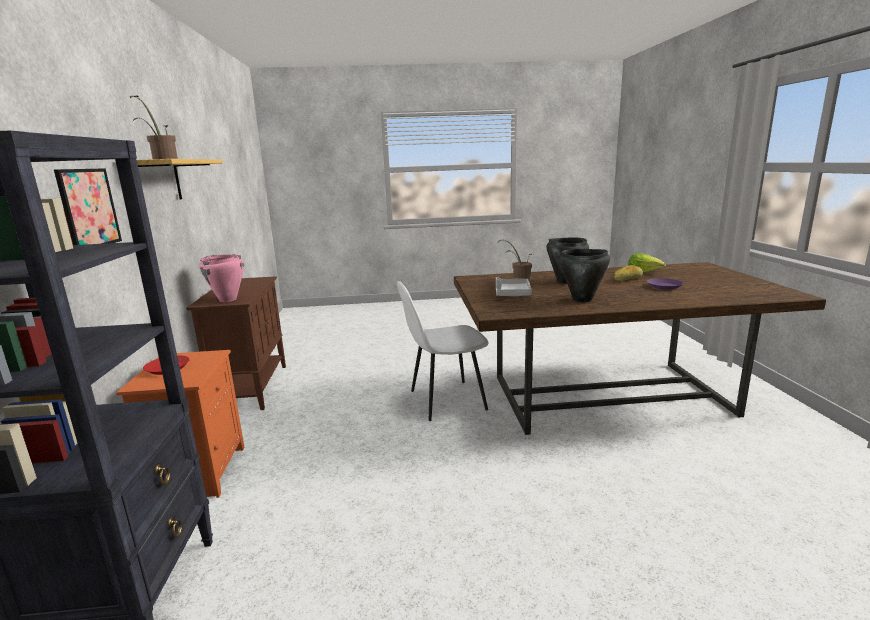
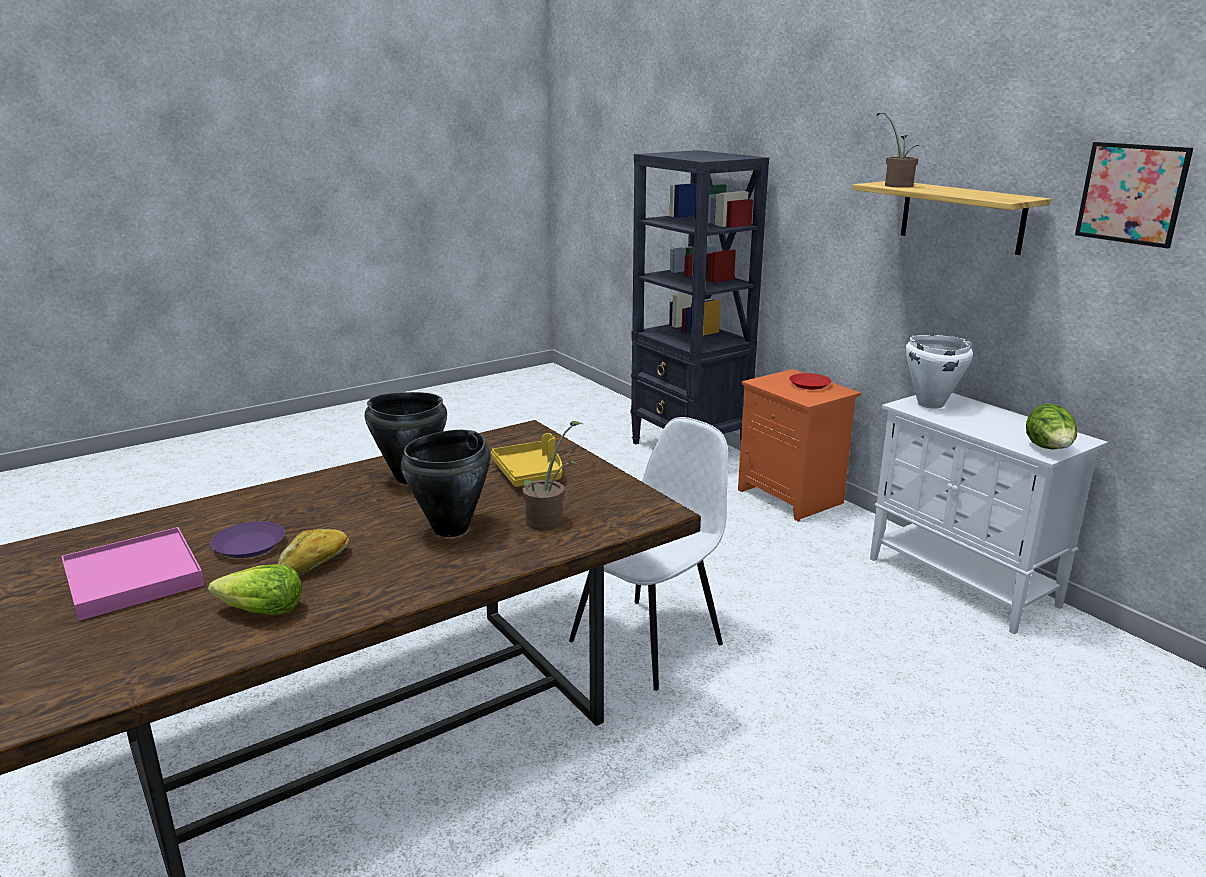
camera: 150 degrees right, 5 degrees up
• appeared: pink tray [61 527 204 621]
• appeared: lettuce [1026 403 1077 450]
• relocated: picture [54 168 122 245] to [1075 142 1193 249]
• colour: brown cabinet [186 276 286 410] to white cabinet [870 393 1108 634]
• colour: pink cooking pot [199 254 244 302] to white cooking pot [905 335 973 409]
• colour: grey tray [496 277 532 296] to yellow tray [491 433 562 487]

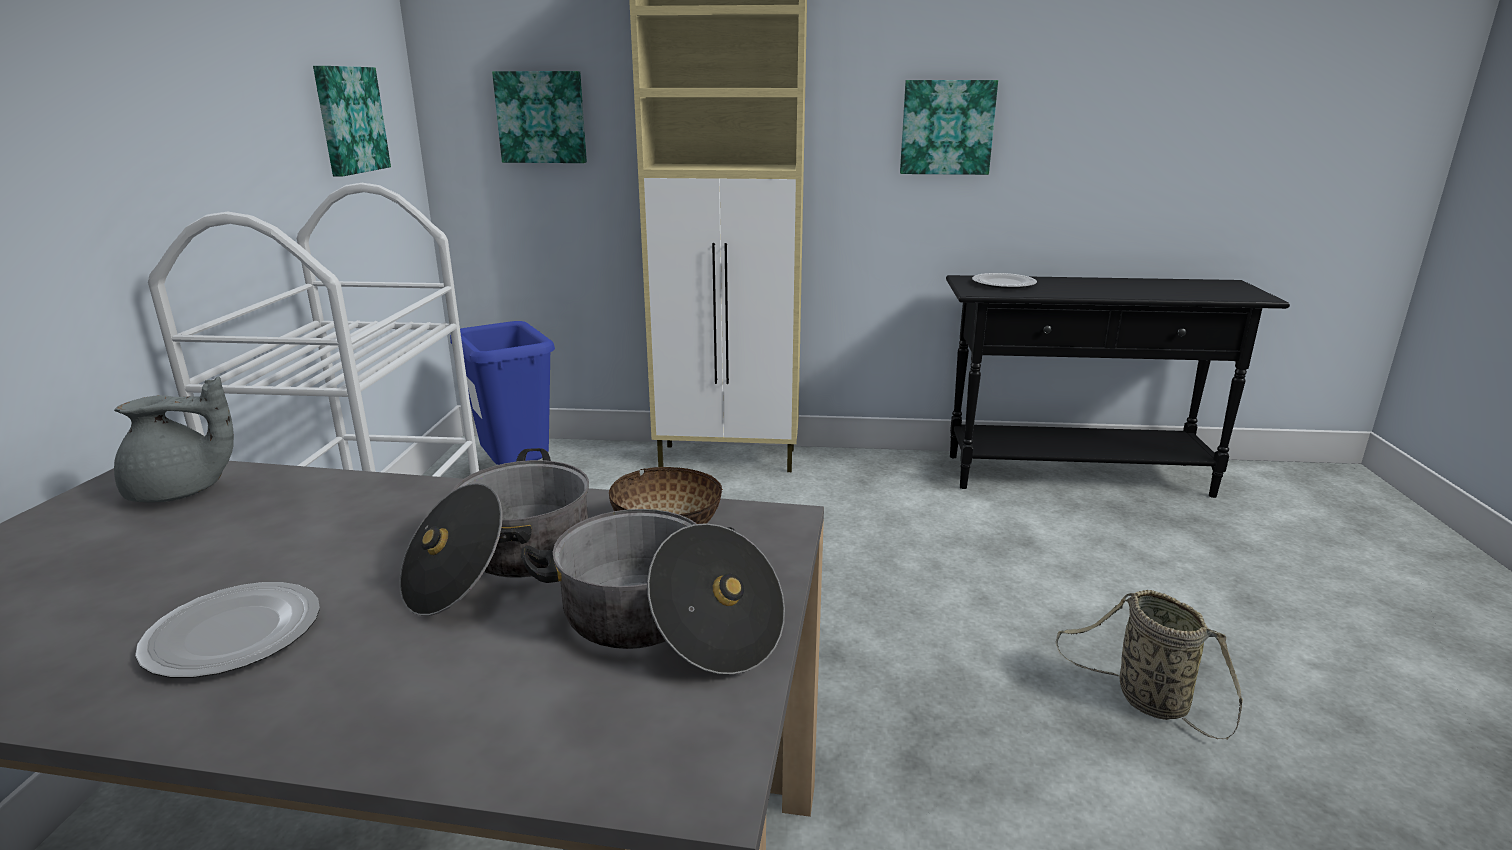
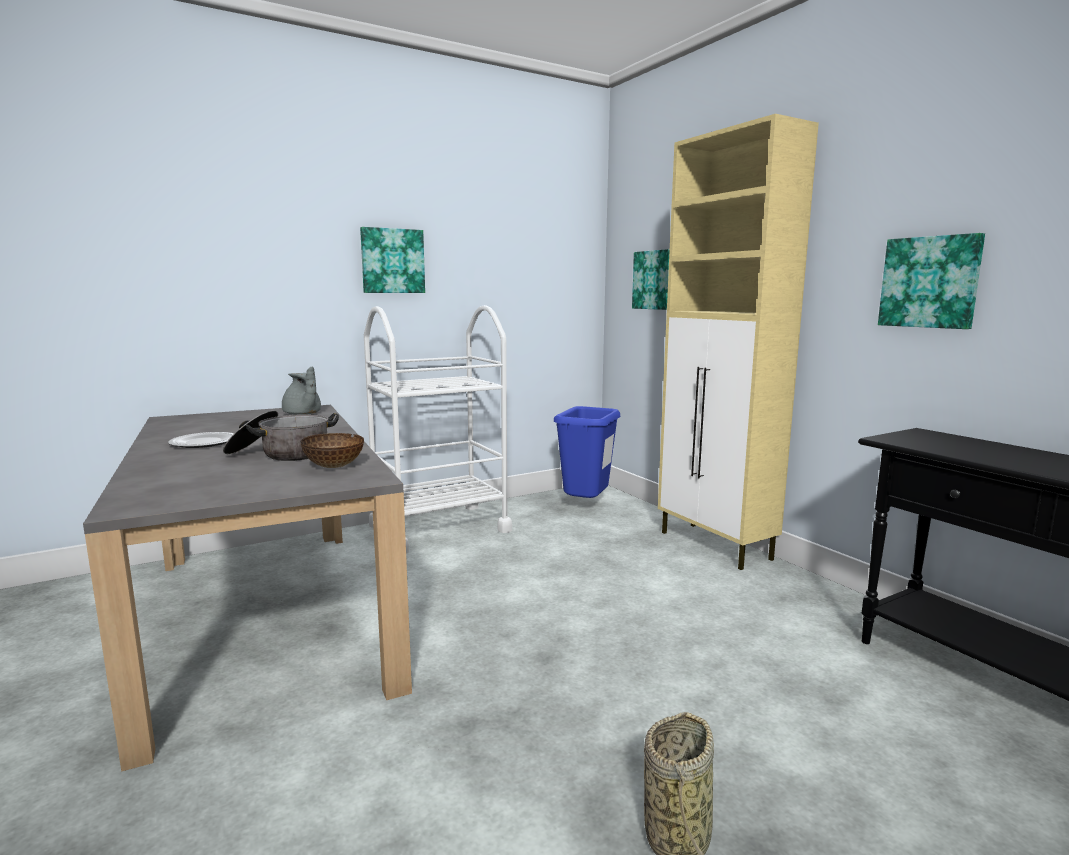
camera: 55 degrees right, 10 degrees down
• missing: cooking pot [521 509 785 675]
• missing: plate [972 273 1037 289]
• relocated: picture [313 66 391 177] to [360 227 425 293]

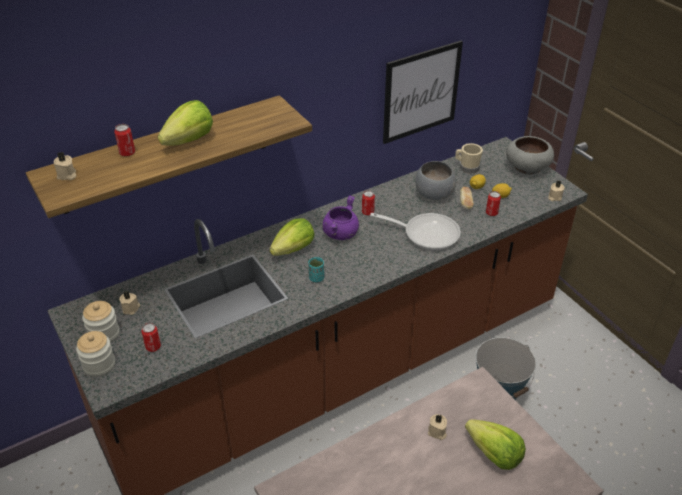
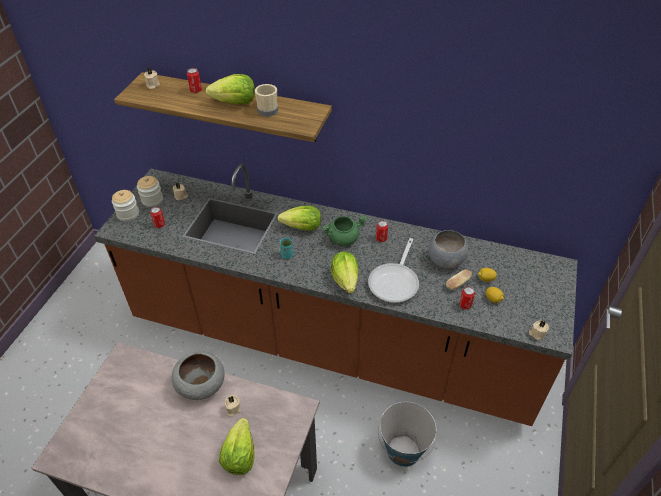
camera: 50 degrees right, 5 degrees up
• missing: picture [383 41 463 144]
• appeared: lettuce [331 251 358 294]
• relocated: beige mug [455 143 483 174] to [255 84 278 117]
• relocated: grey bowl [506 136 554 175] to [172 351 225 400]
• colour: purple cooking pot [322 195 359 240] to green cooking pot [322 215 367 246]
• spun: frying pan [370 213 461 250] = [368 238 419 303] 45 degrees clockwise

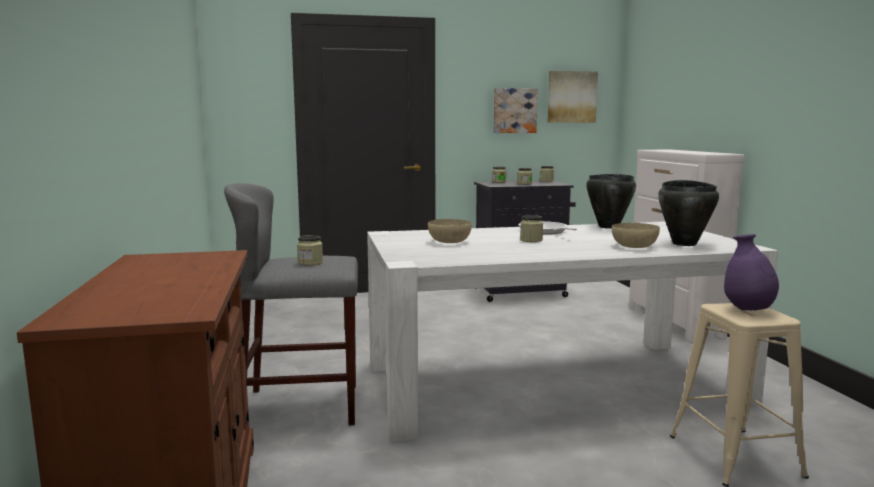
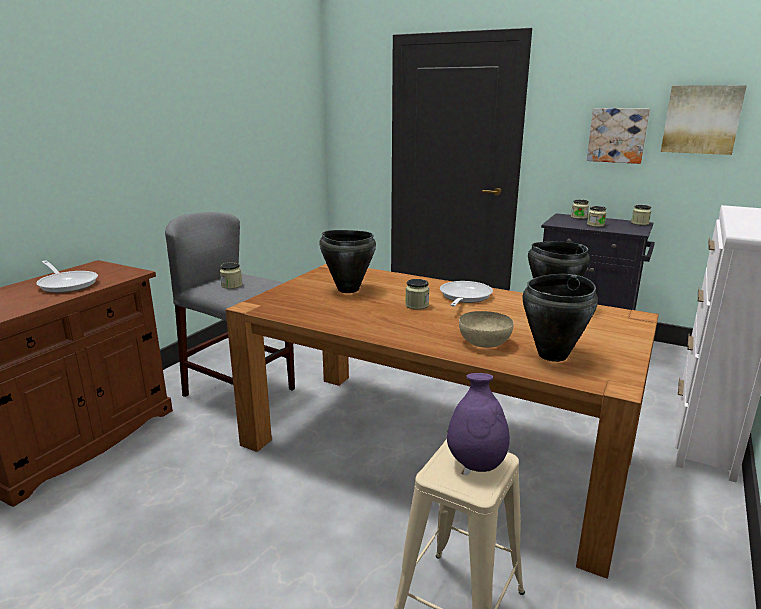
camera: 40 degrees right, 10 degrees up
• appeared: frying pan [36 261 98 293]
• exchanged: beige bowl [428 219 472 243] to black cooking pot [319 230 376 293]
• colour: white dining table [367 221 778 442] to brown dining table [226 264 659 579]

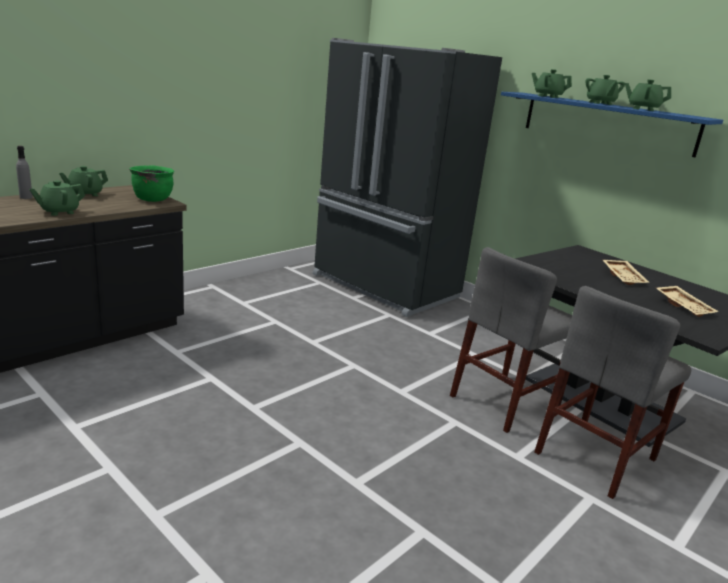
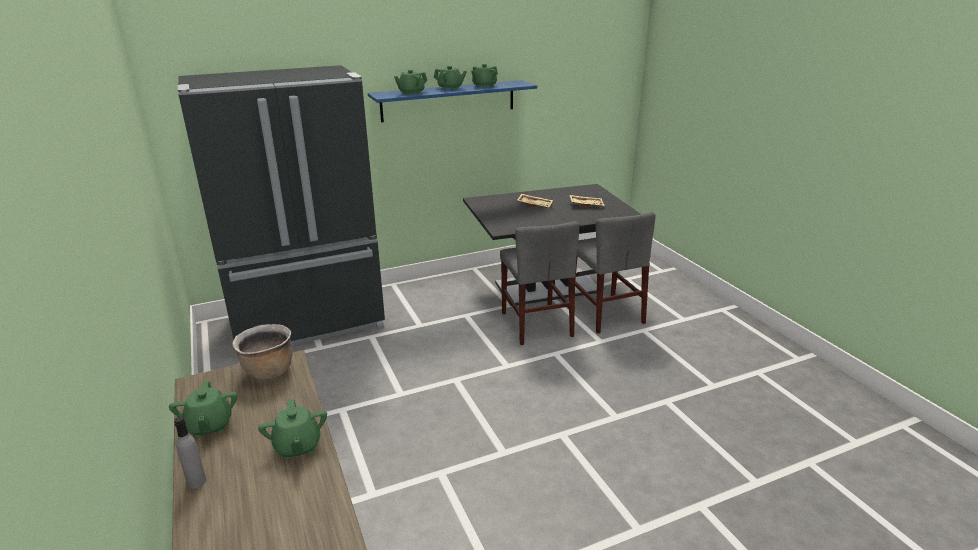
camera: 65 degrees left, 5 degrees up
• colour: green cooking pot [129 165 174 202] to brown cooking pot [233 324 292 380]

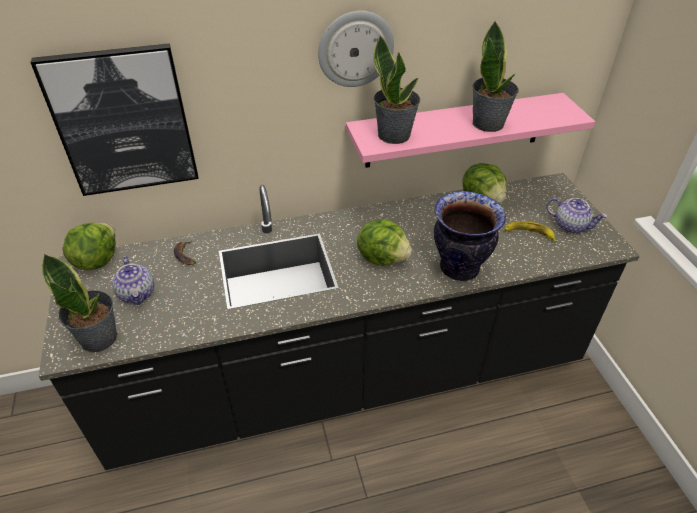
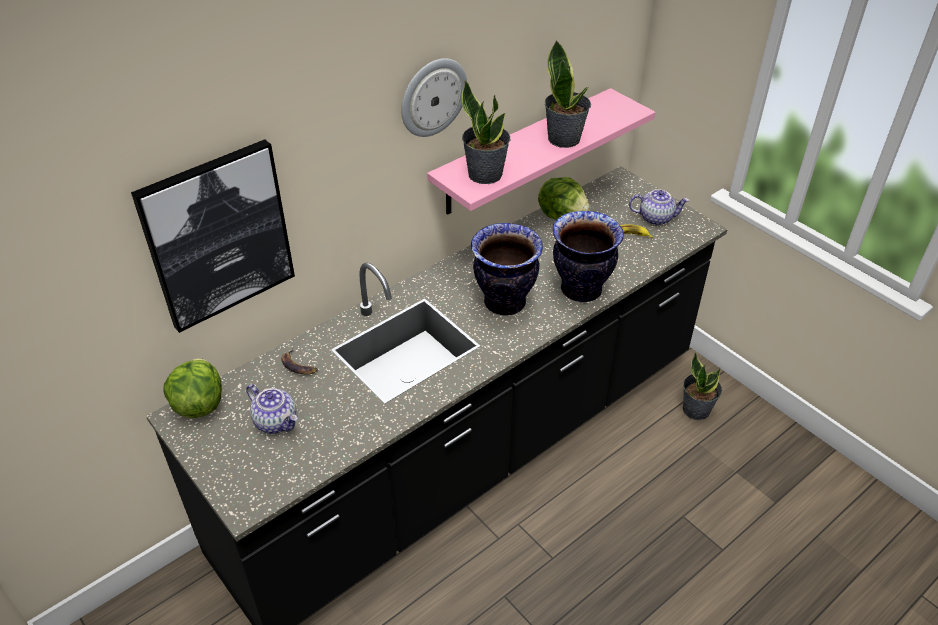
camera: 25 degrees left, 0 degrees up
• relocated: potted plant [42 254 117 353] to [683 353 722 420]
• exchanged: lettuce [357 219 412 266] to vase [471 223 543 316]

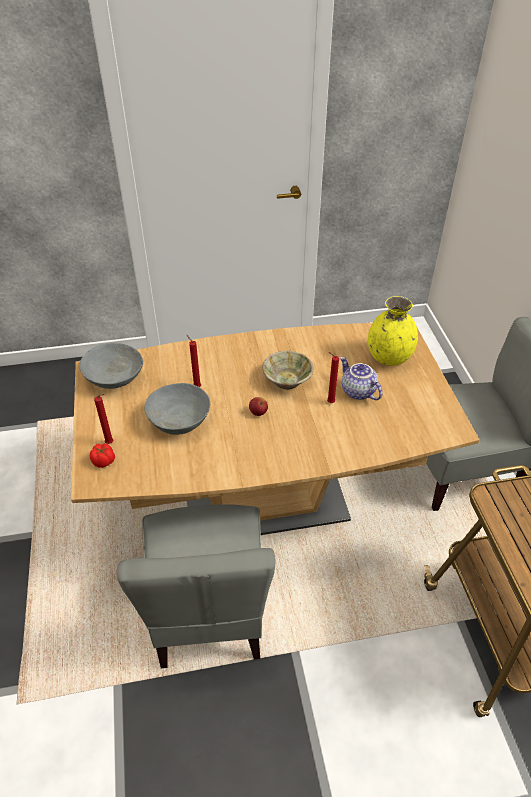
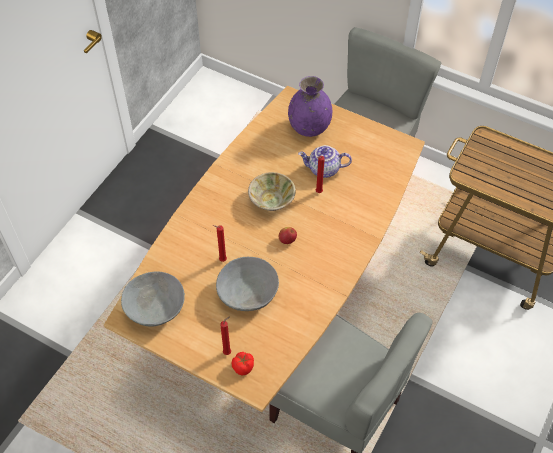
camera: 50 degrees left, 10 degrees up
• colour: yellow vase [368 296 418 366] to purple vase [288 76 332 137]

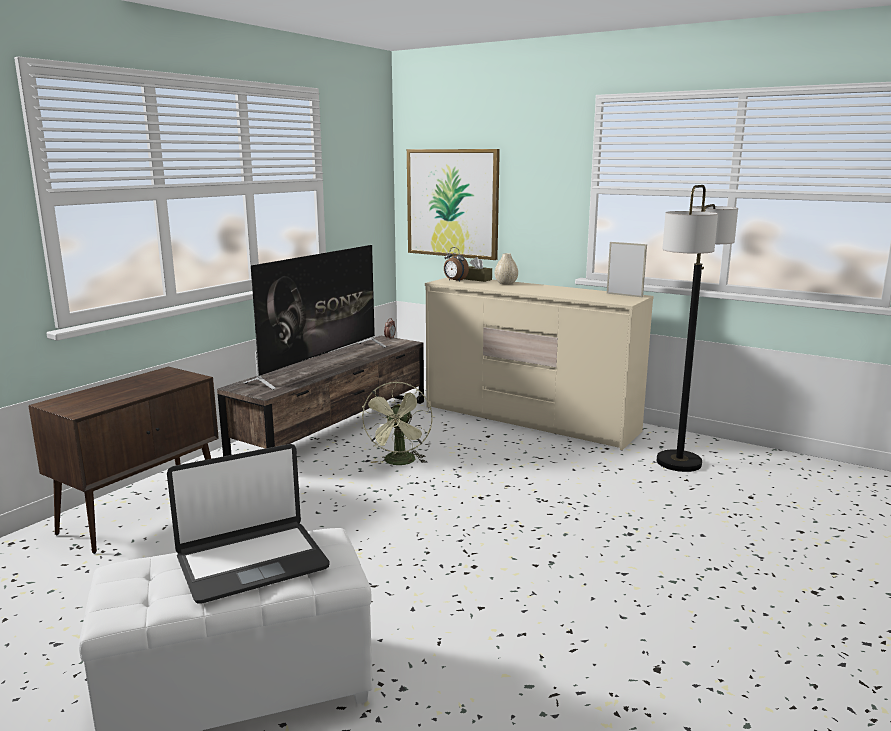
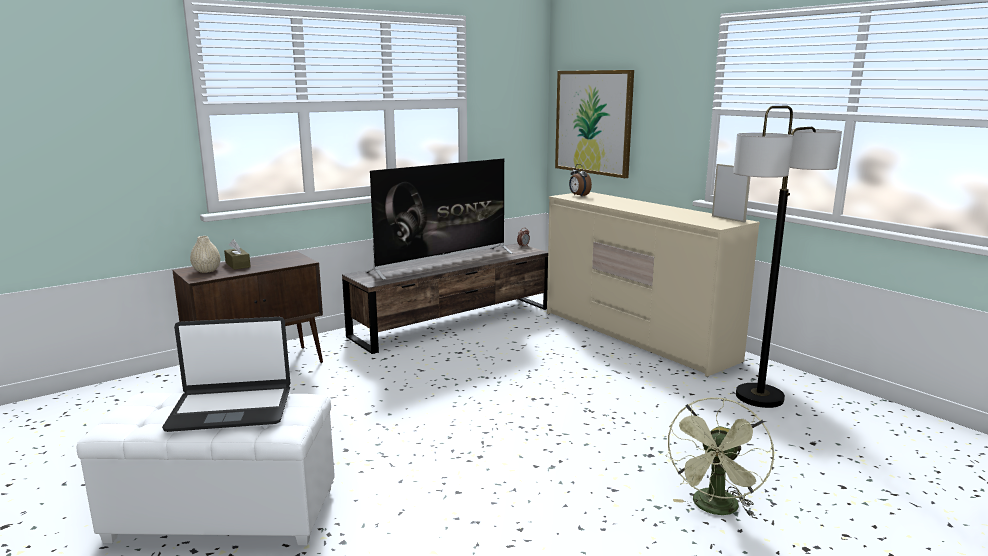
camera: 20 degrees right, 0 degrees up
• relocated: green fan [362 382 433 465] to [665 397 774 517]
• relocated: brown tissue box [465 257 492 282] to [224 239 251 270]
• relocated: beige vase [495 253 518 285] to [190 236 220 273]

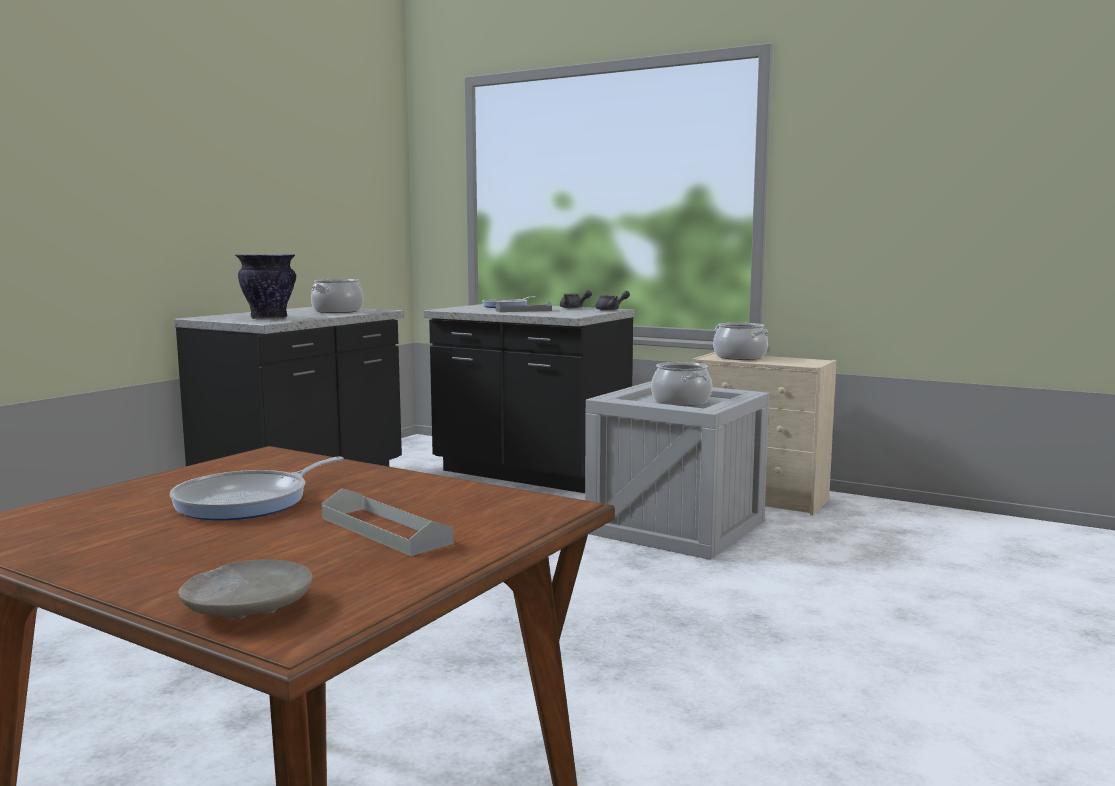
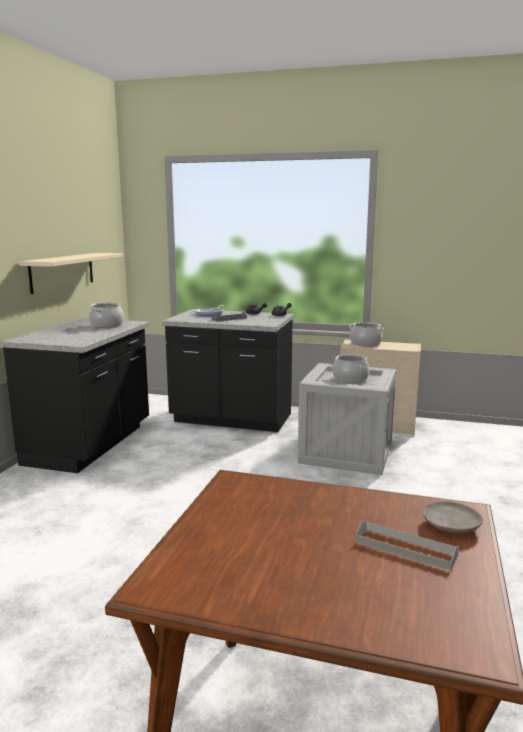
camera: 15 degrees left, 5 degrees up
• missing: frying pan [170 457 344 520]
• missing: vase [235 254 296 319]
• appeared: beige shelf [19 253 123 294]
• relocated: beige plate [178 559 313 620] to [423 501 483 533]

